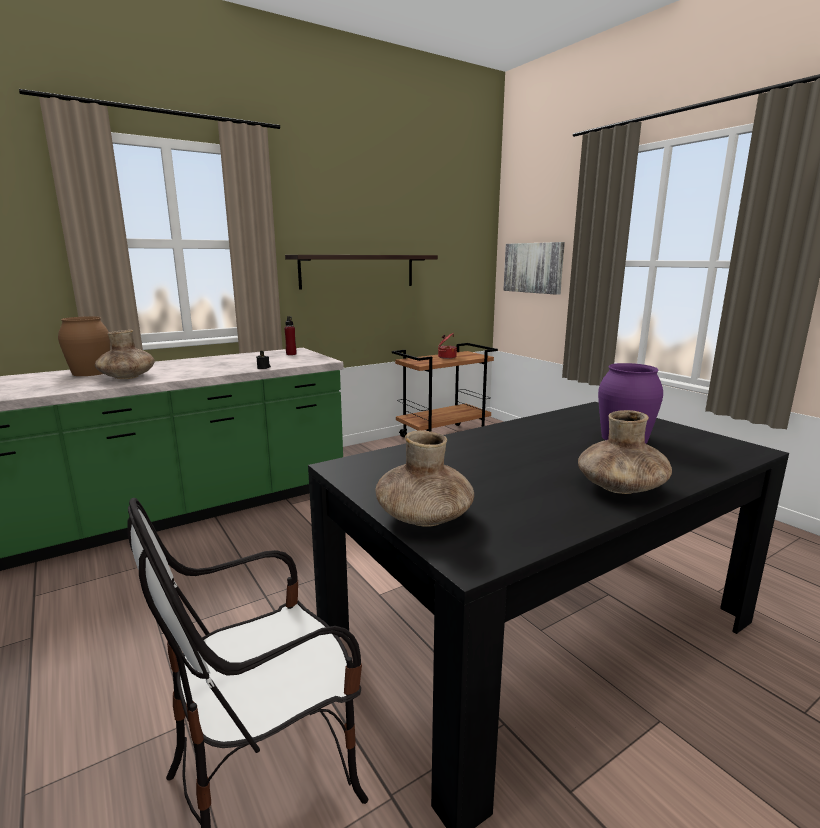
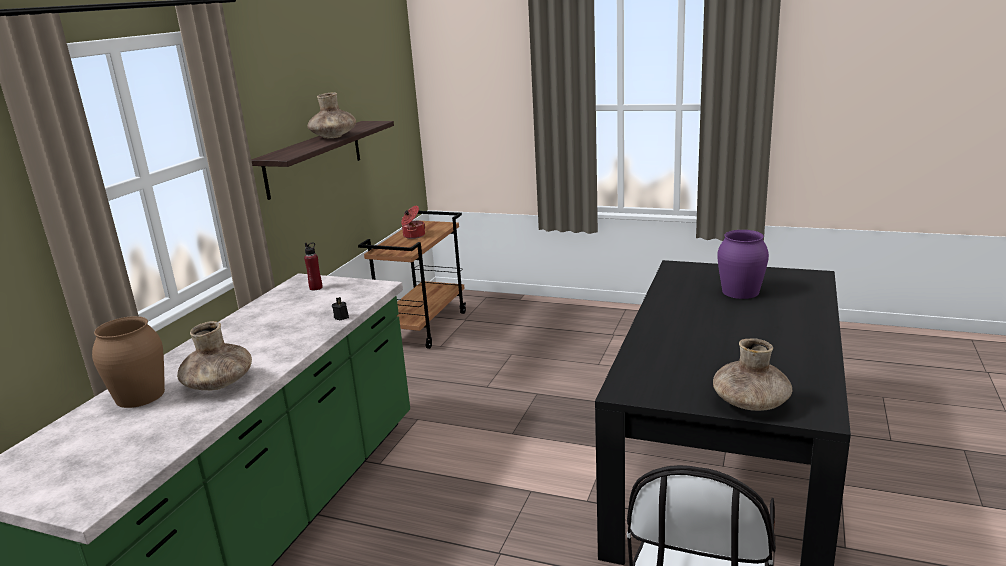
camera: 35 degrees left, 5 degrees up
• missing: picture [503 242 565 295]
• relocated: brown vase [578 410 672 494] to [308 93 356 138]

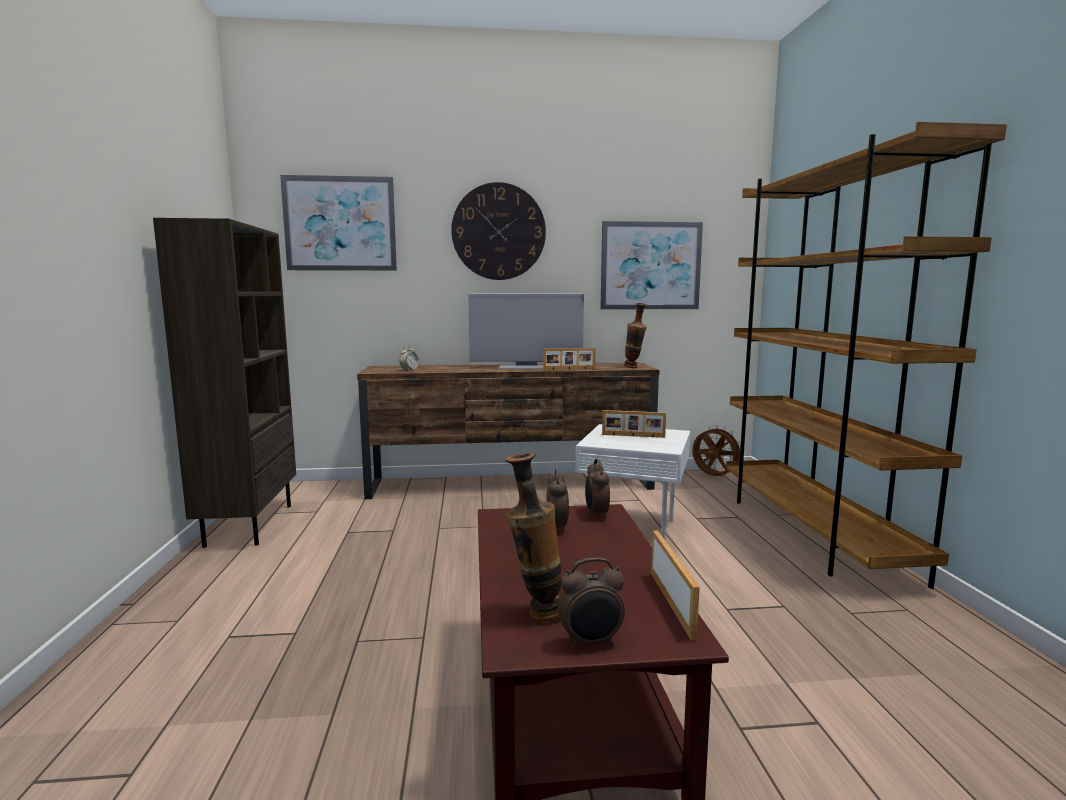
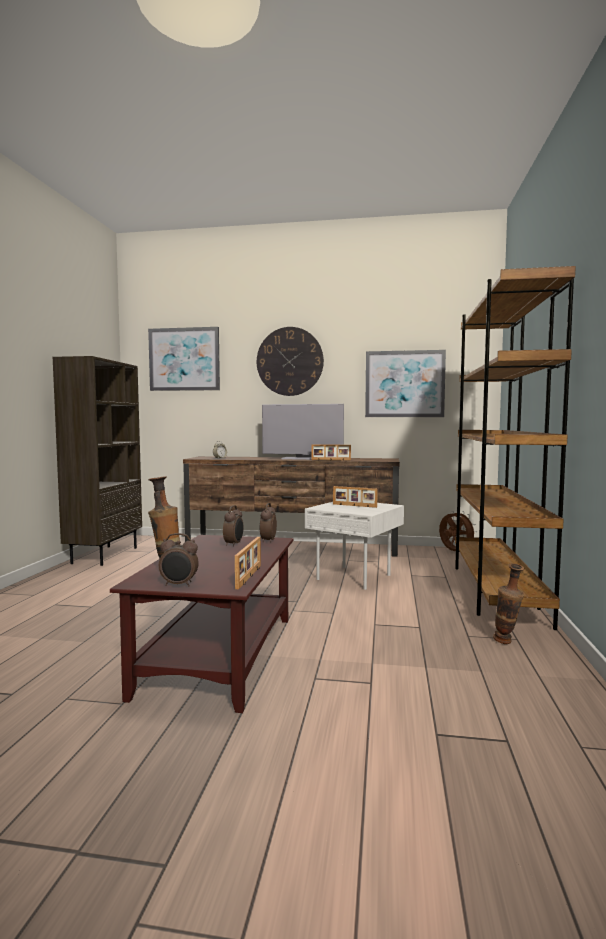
camera: 15 degrees right, 5 degrees down
• relocated: vase [624 303 647 368] to [493 563 525 644]

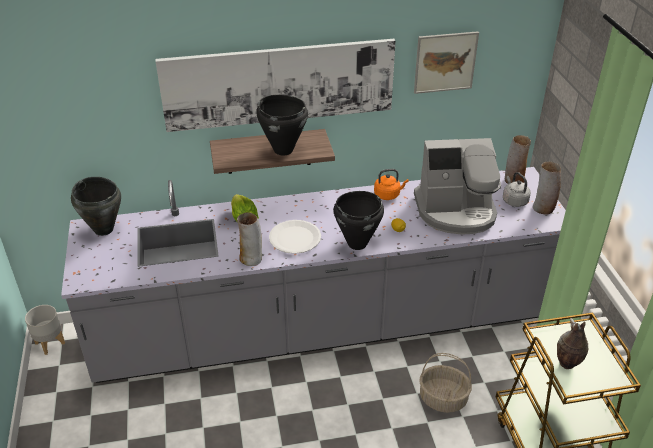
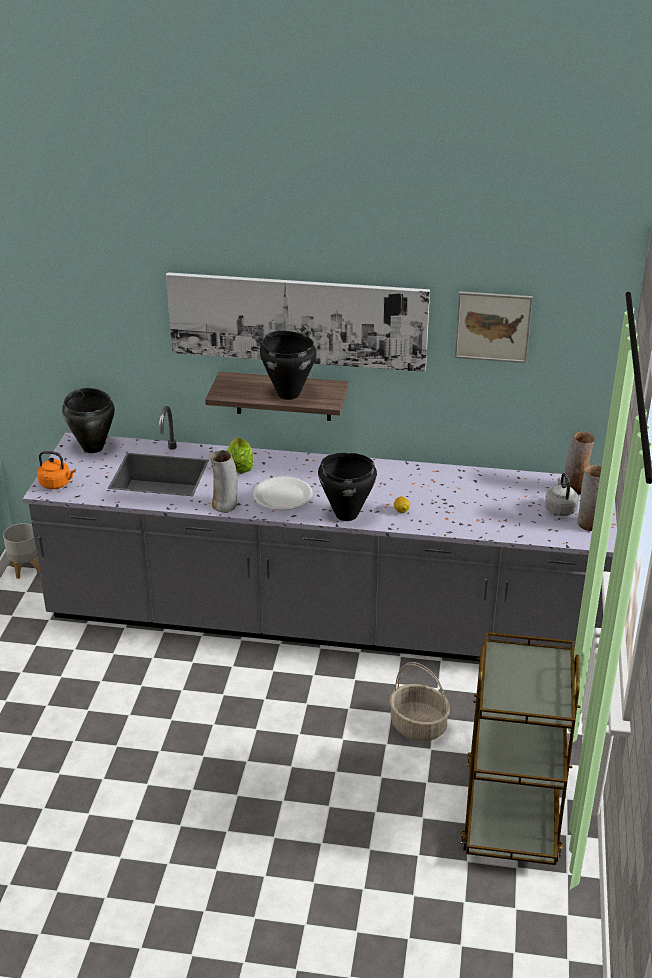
camera: 20 degrees right, 5 degrees down
• missing: coffee machine [414 138 501 235]
• missing: vase [557 318 588 369]
• relocated: orange kettle [374 169 409 200] to [37 451 76 489]

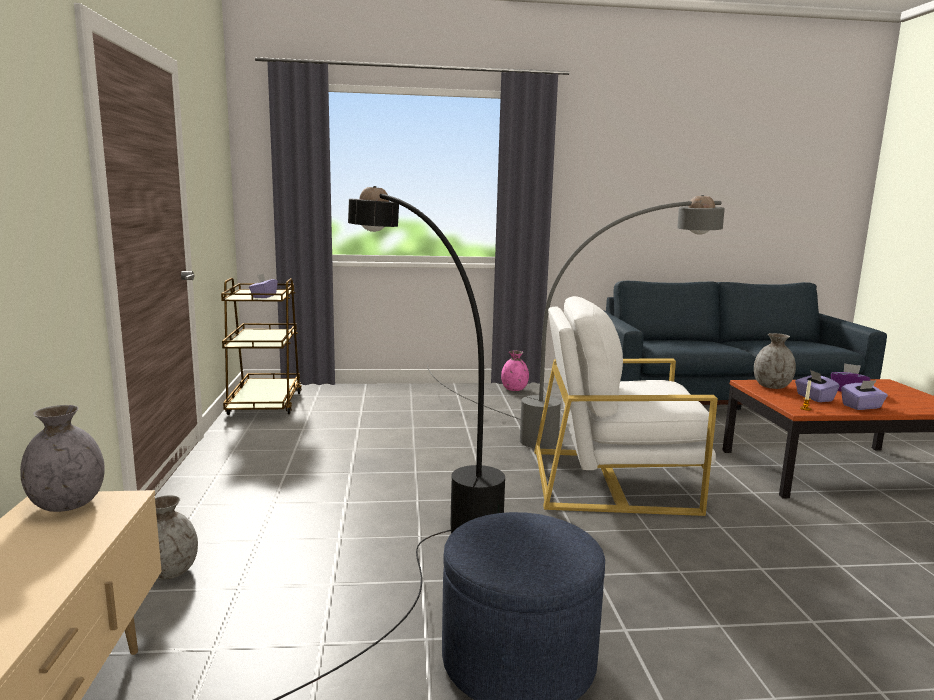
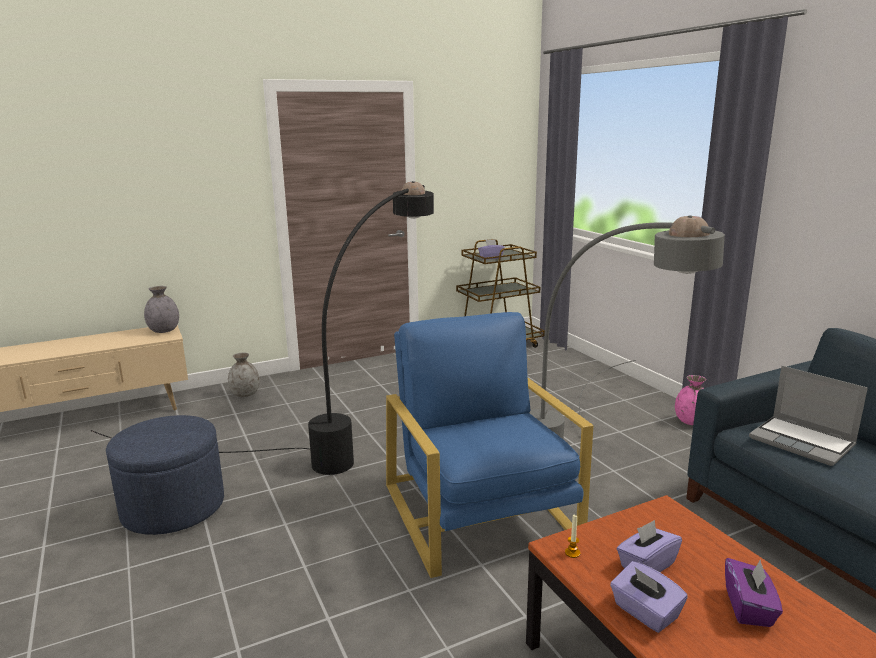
camera: 70 degrees right, 5 degrees up
• missing: grey vase [754 333 796 389]
• appeared: laptop [749 366 868 466]
• colour: white armchair [534 296 718 516] to blue armchair [386 312 593 578]

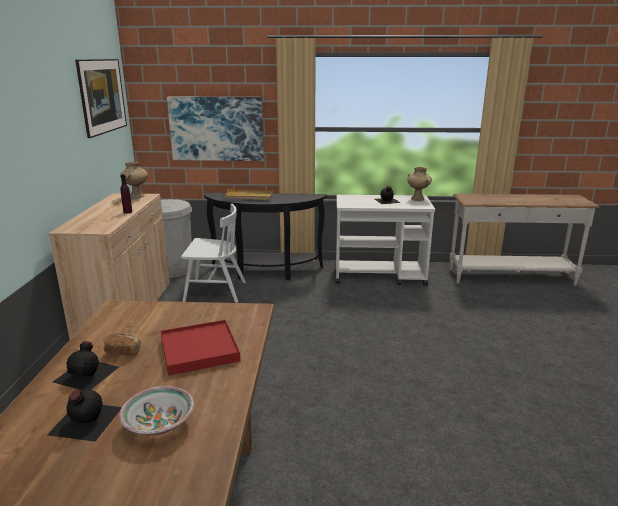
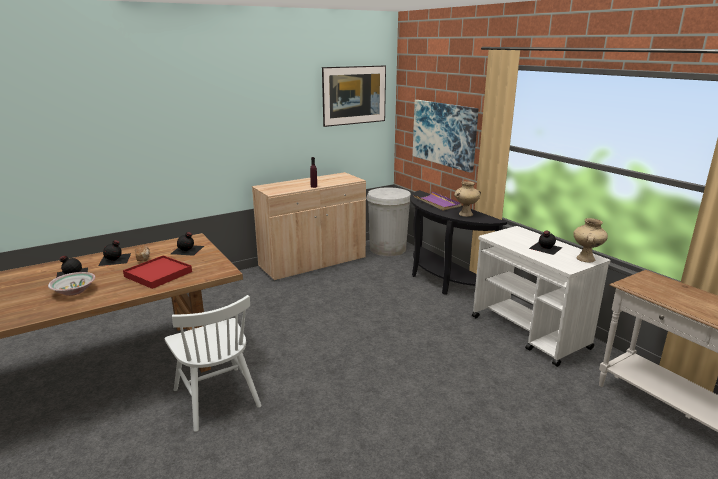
camera: 55 degrees right, 0 degrees up
• appeared: black bottle [171 232 204 256]
• relocated: beige vase [120 162 148 199] to [454 181 481 217]
• relocated: white chair [181 204 246 303] to [165 295 262 432]
• colour: beige tray [222 189 273 200] to purple tray [413 192 462 210]

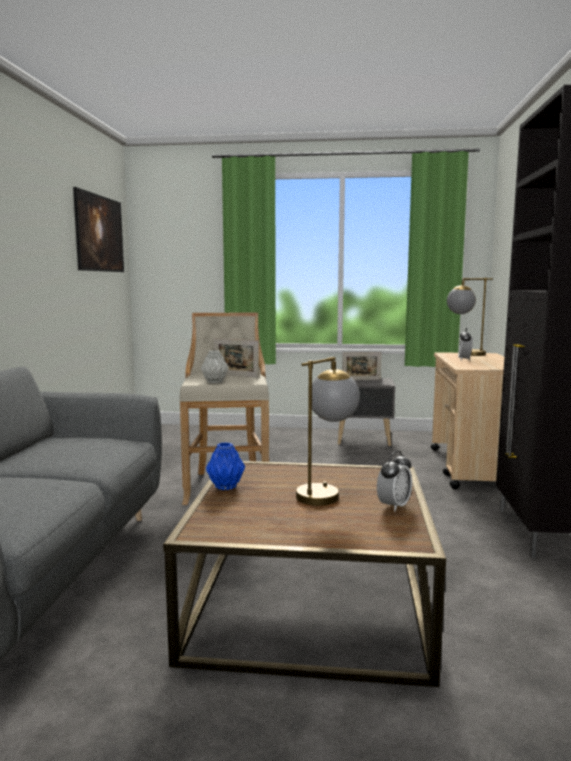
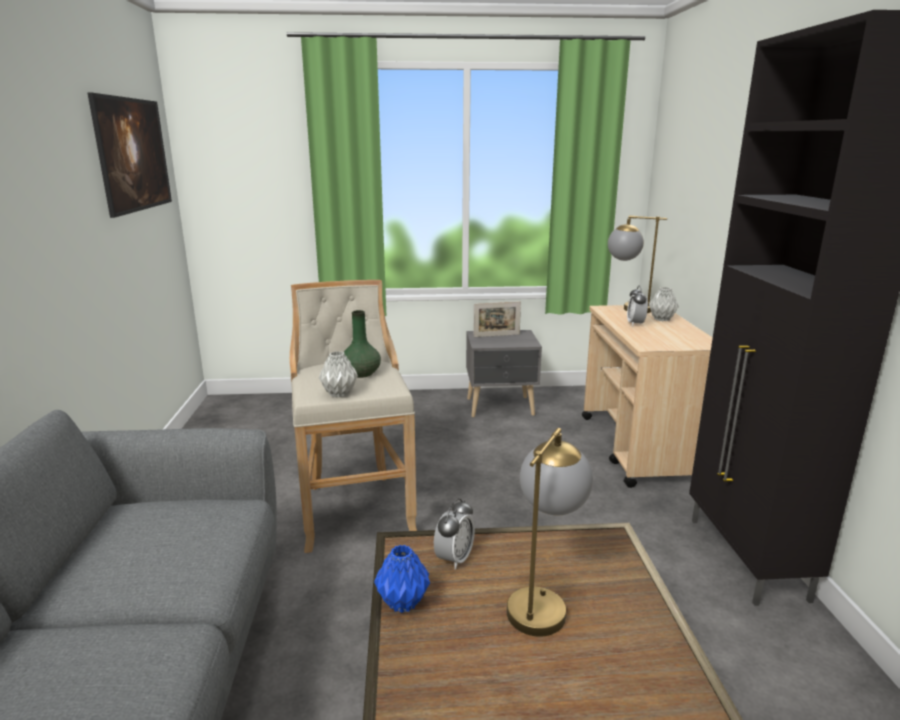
camera: 10 degrees left, 10 degrees up
• appeared: grey vase [649 287 679 321]
• relocated: alarm clock [377 451 412 512] to [434 498 475 570]
• exchanged: picture frame [214 338 259 378] to green vase [344 310 381 378]

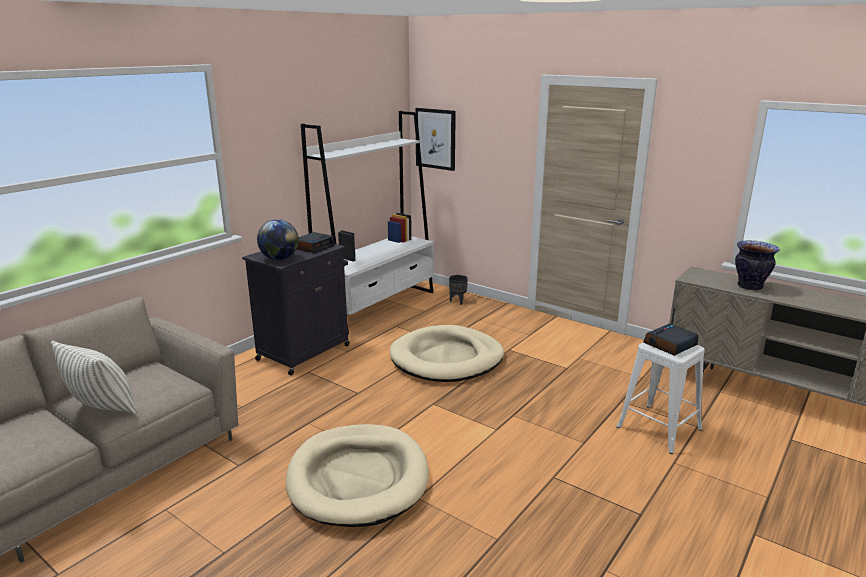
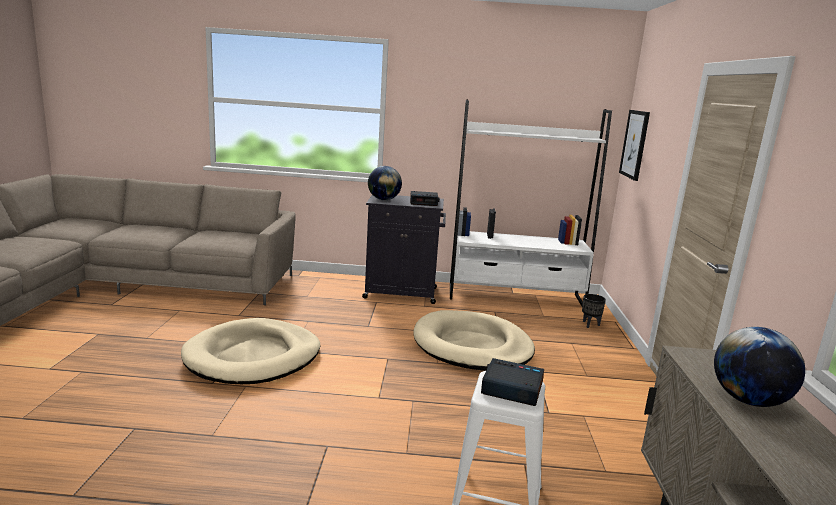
camera: 55 degrees right, 5 degrees down
• missing: pillow [51 341 137 415]
• exchanged: vase [735 241 780 291] to globe [714 327 805 407]

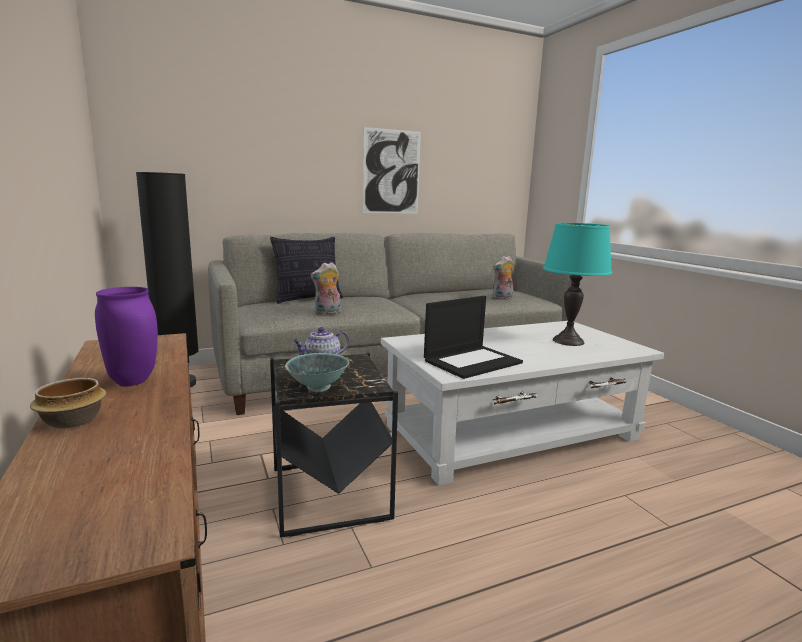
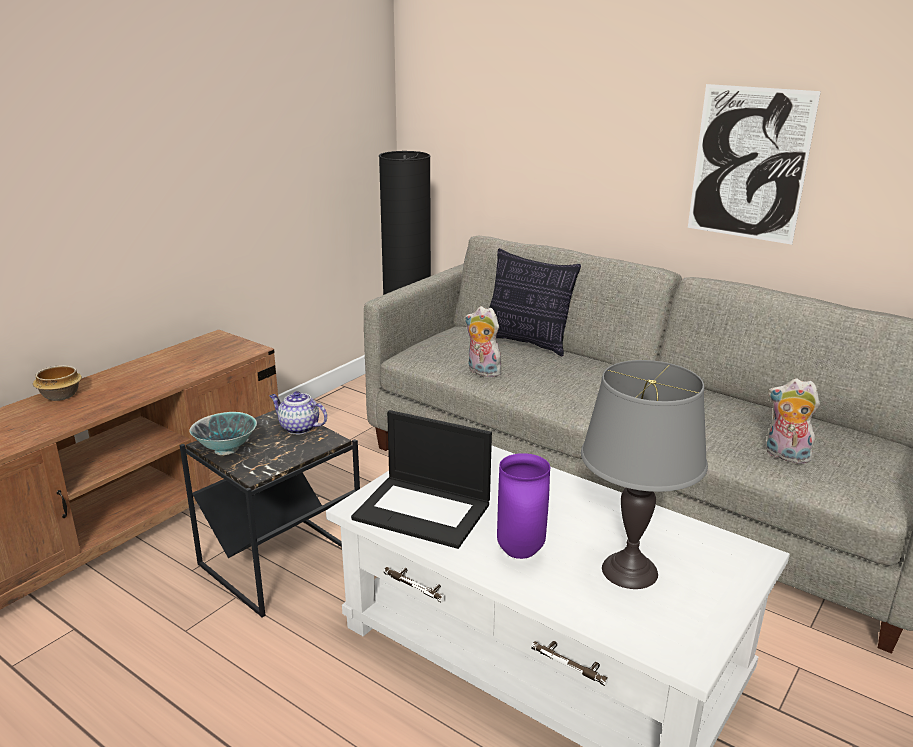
camera: 60 degrees right, 10 degrees up
• relocated: purple vase [95 287 158 387] to [497 453 550 559]
• colour: turquoise table lamp [543 223 612 346] to grey table lamp [581 360 708 589]

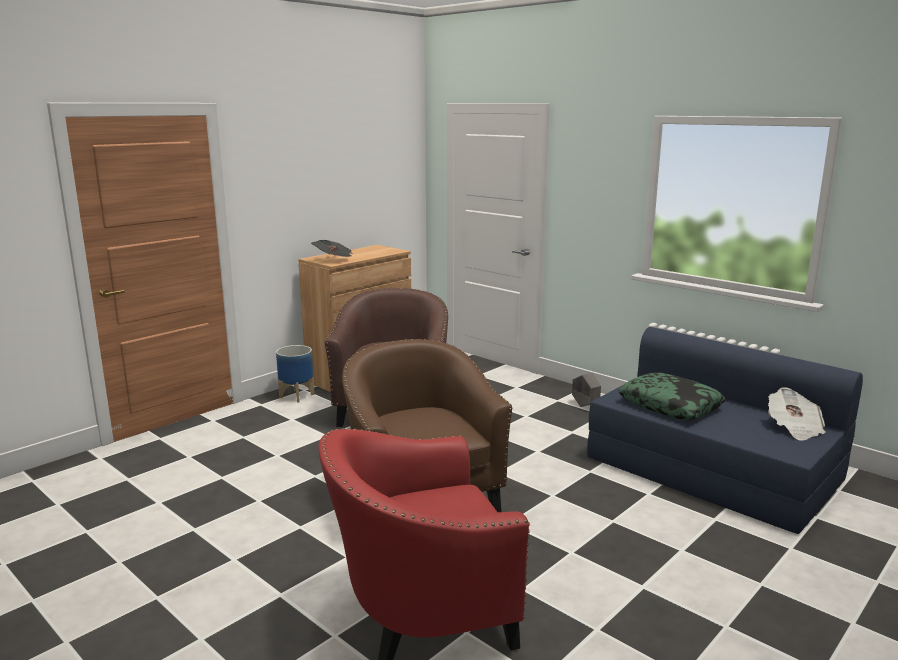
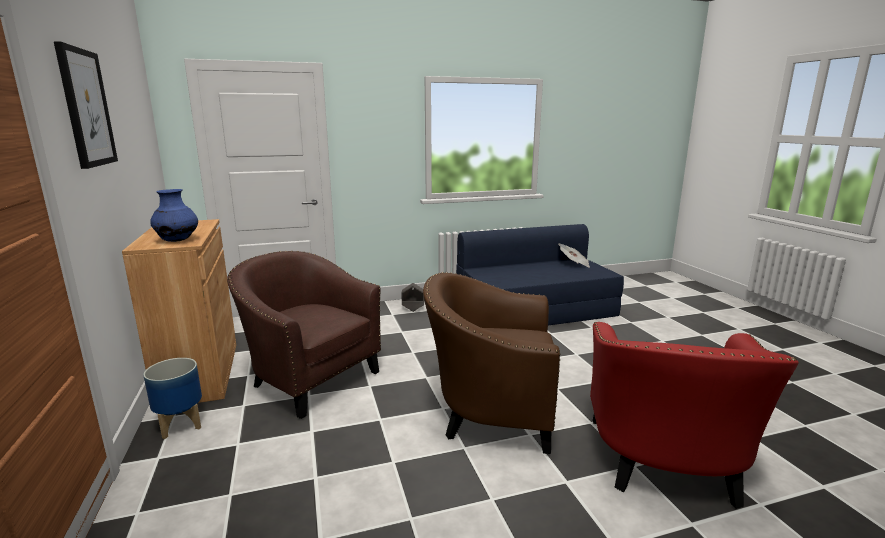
camera: 60 degrees left, 0 degrees up
• missing: pillow [618 372 725 420]
• appeared: picture [54 41 118 169]
• exchanged: newspaper [311 240 353 257] to blue vase [150 189 198 242]

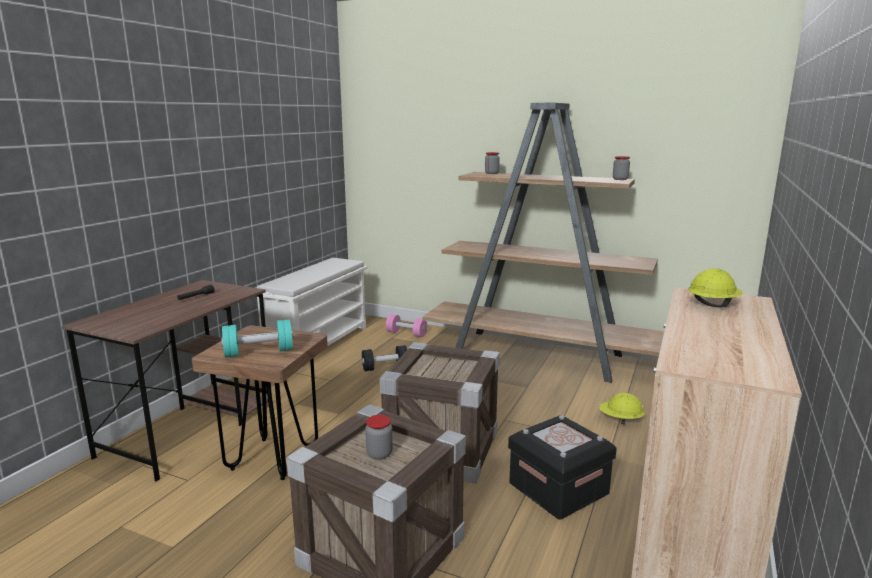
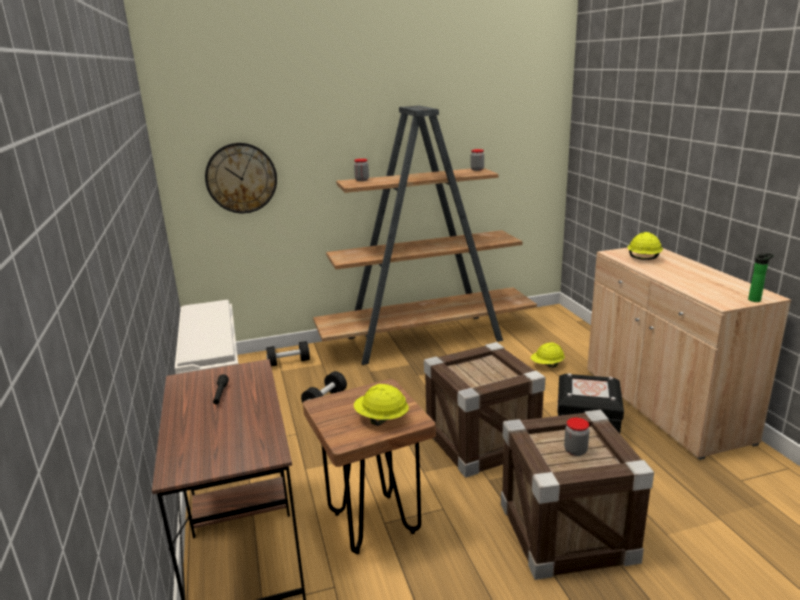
camera: 40 degrees left, 5 degrees up
• appeared: wall clock [205 143 277 213]
• appeared: bottle [748 253 774 302]
• exchanged: turquoise dumbbell [221 319 293 358] to yellow hard hat [354 384 409 426]
• colour: pink dumbbell [386 314 427 337] to black dumbbell [266 341 310 366]

